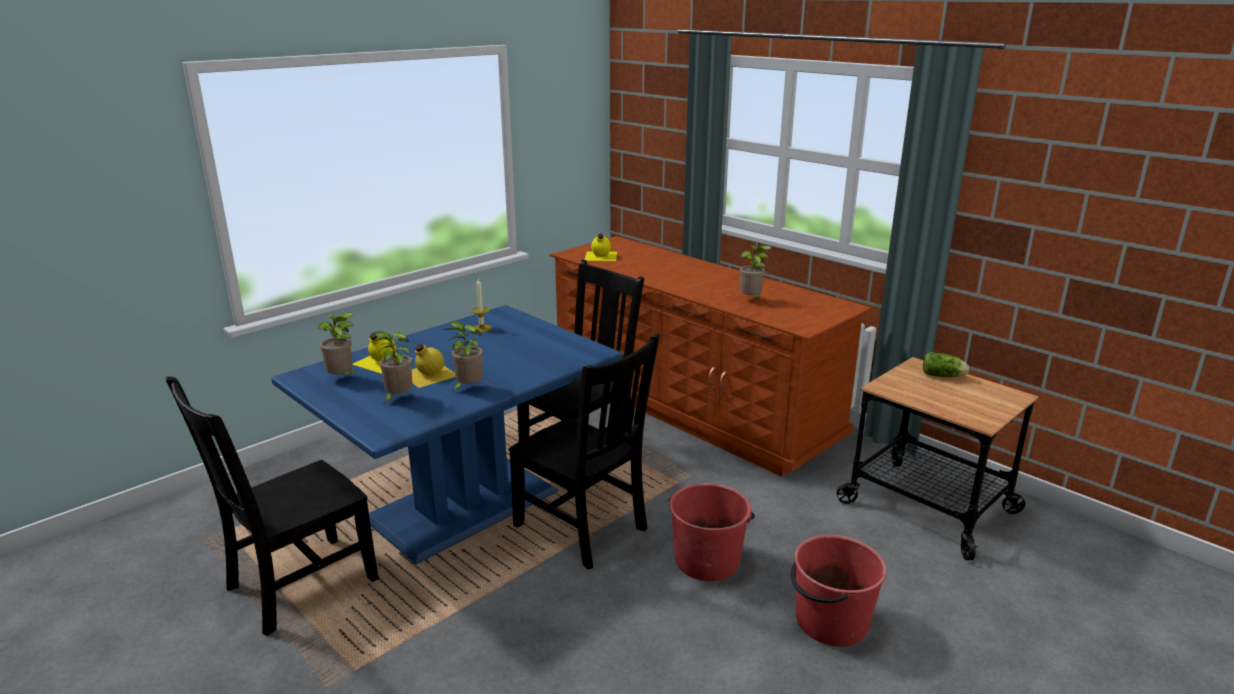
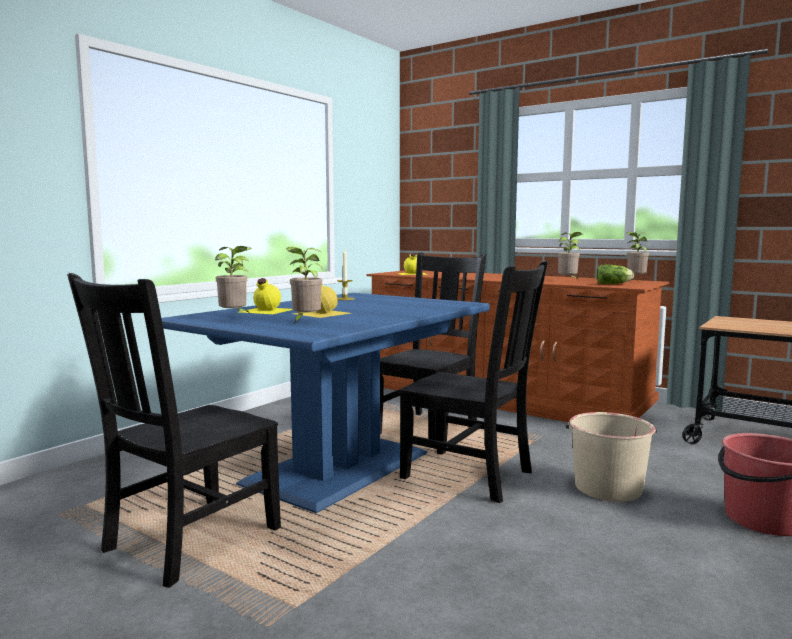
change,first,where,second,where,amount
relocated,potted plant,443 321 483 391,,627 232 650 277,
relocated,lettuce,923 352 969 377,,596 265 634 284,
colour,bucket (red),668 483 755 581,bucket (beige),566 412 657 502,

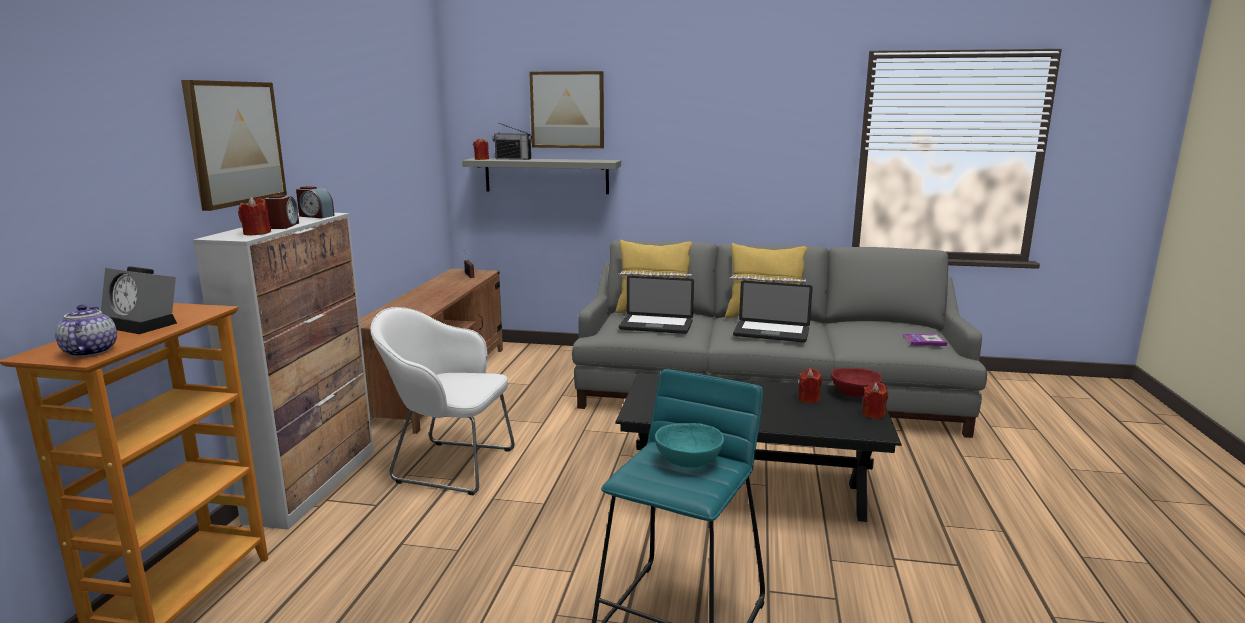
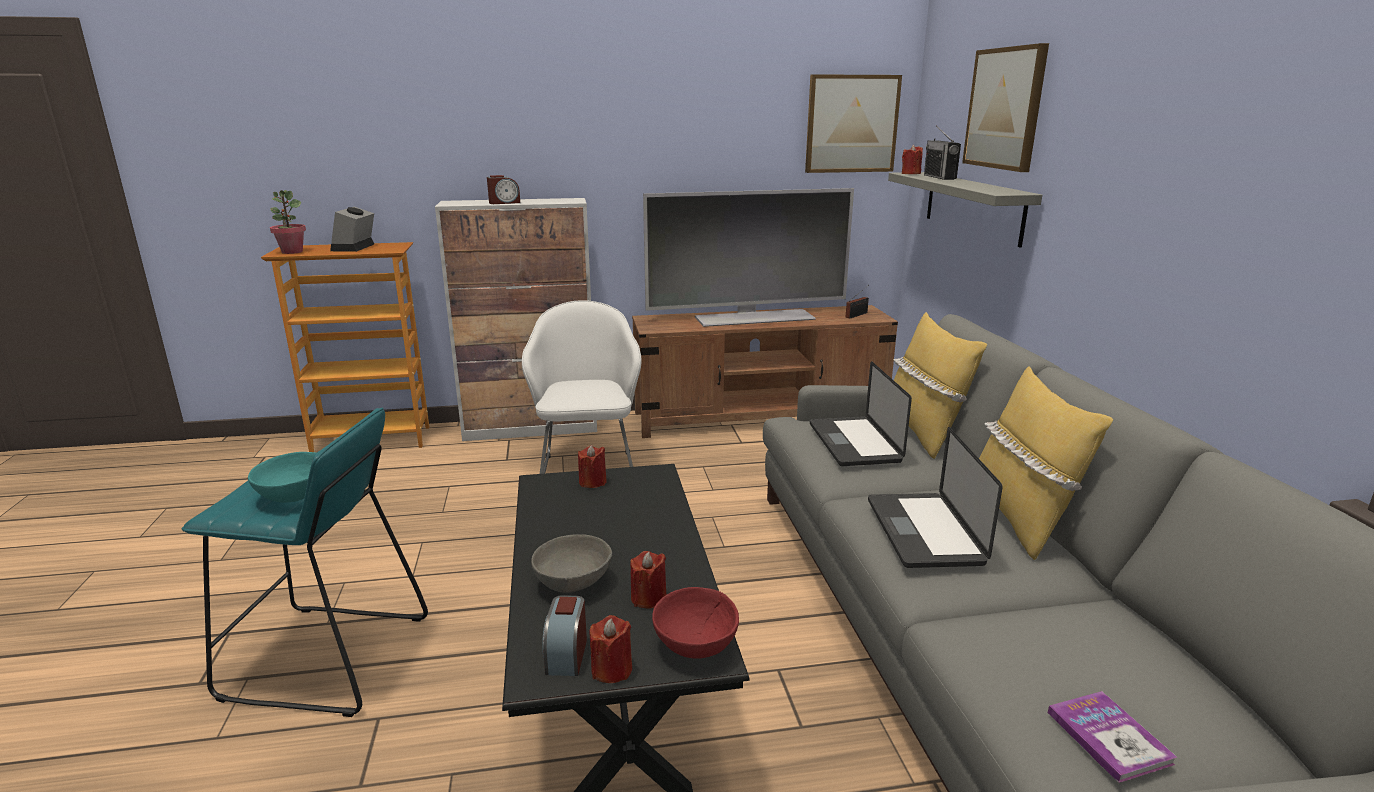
change,first,where,second,where,amount
relocated,picture,181 80 287 211,,805 74 902 173,
relocated,alarm clock,296 186 335 218,,542 595 587 676,
relocated,candle (red),238 197 271 235,,578 445 607 488,
exchanged,teapot,55 305 117 357,potted plant,270 190 306 254,
appeared,,,television,643 188 854 327,
appeared,,,bowl (grey),531 534 612 593,

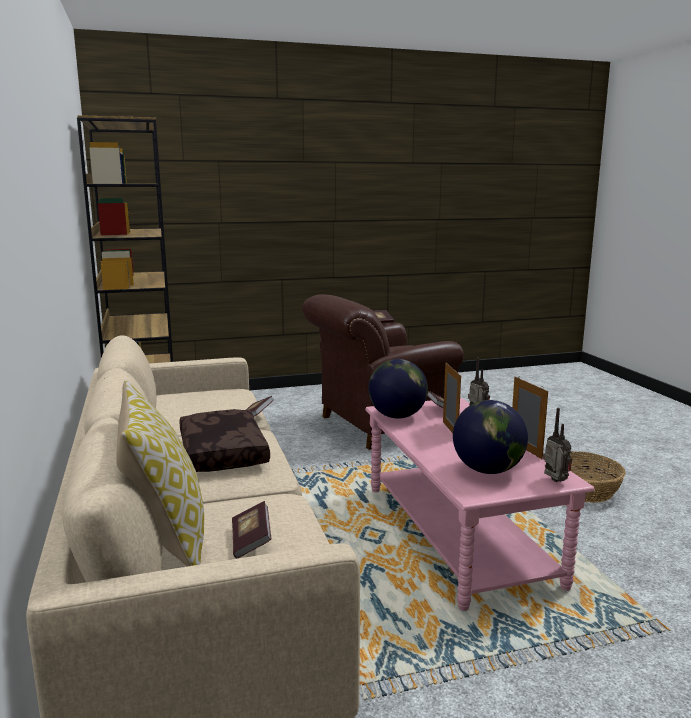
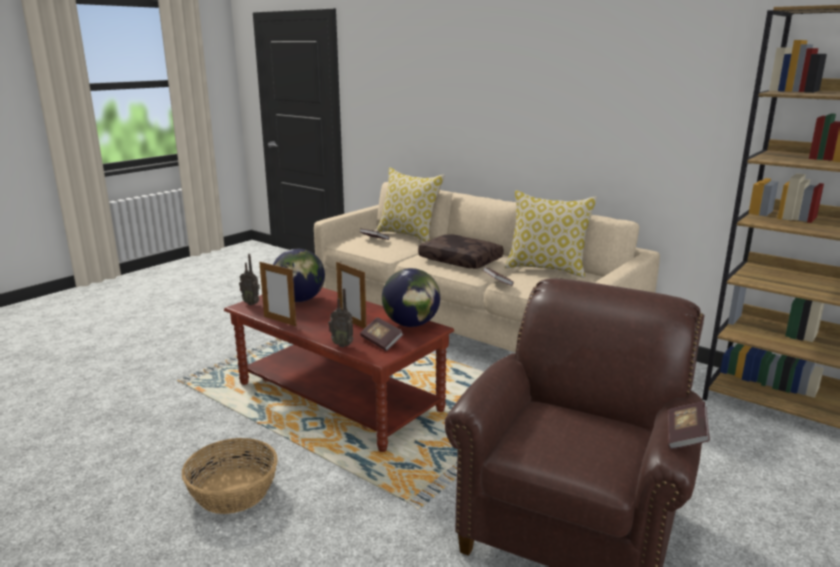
change,first,where,second,where,amount
colour,coffee table (pink),365 398 595 611,coffee table (brown),224 287 454 452,
appeared,,,pillow,505 190 597 278,

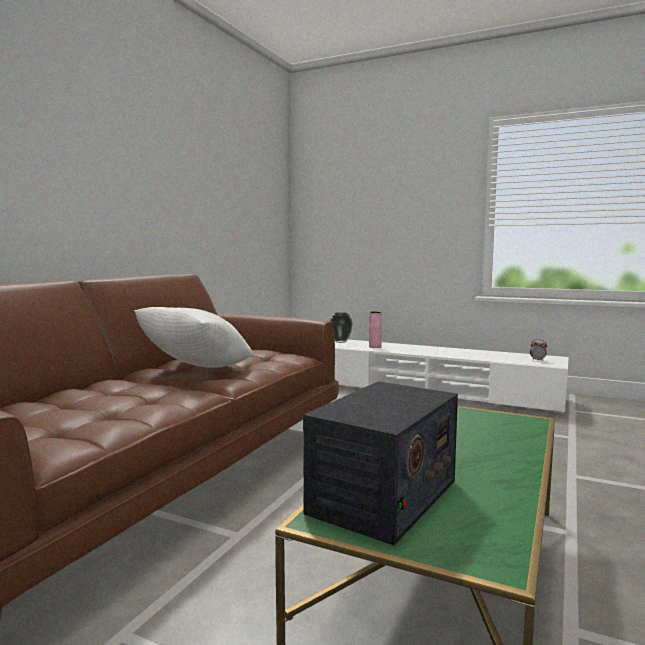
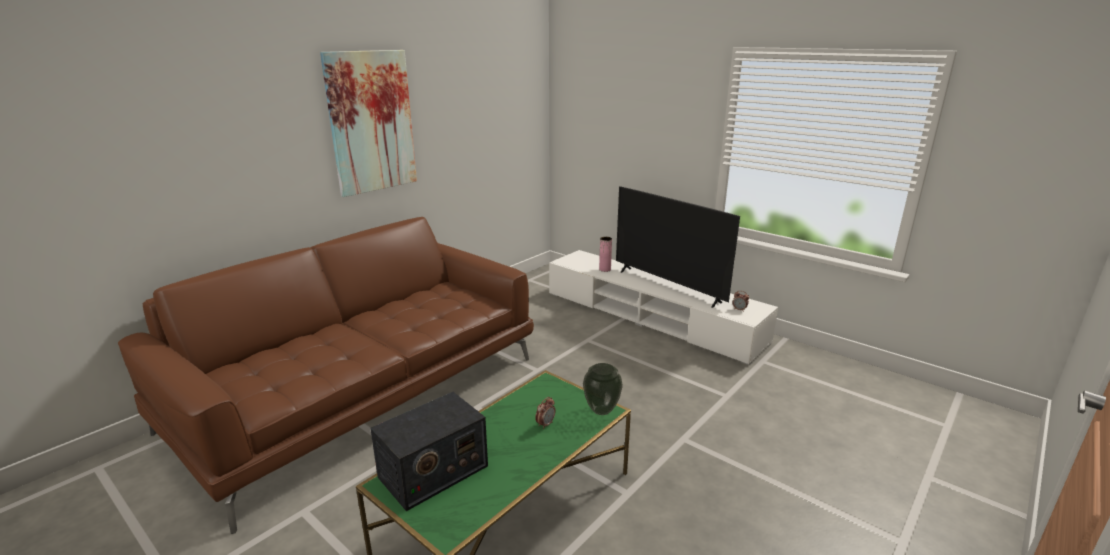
change,first,where,second,where,amount
missing,pillow (white),134 307 253 368,,,
relocated,vase,330 312 353 343,,583 363 623 415,
appeared,,,picture,320 50 417 197,
appeared,,,television,616 186 740 308,
appeared,,,alarm clock,535 397 556 429,

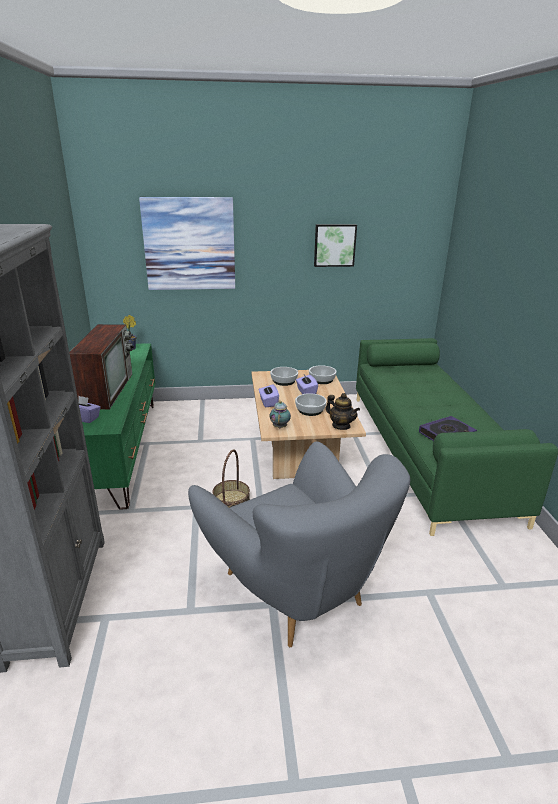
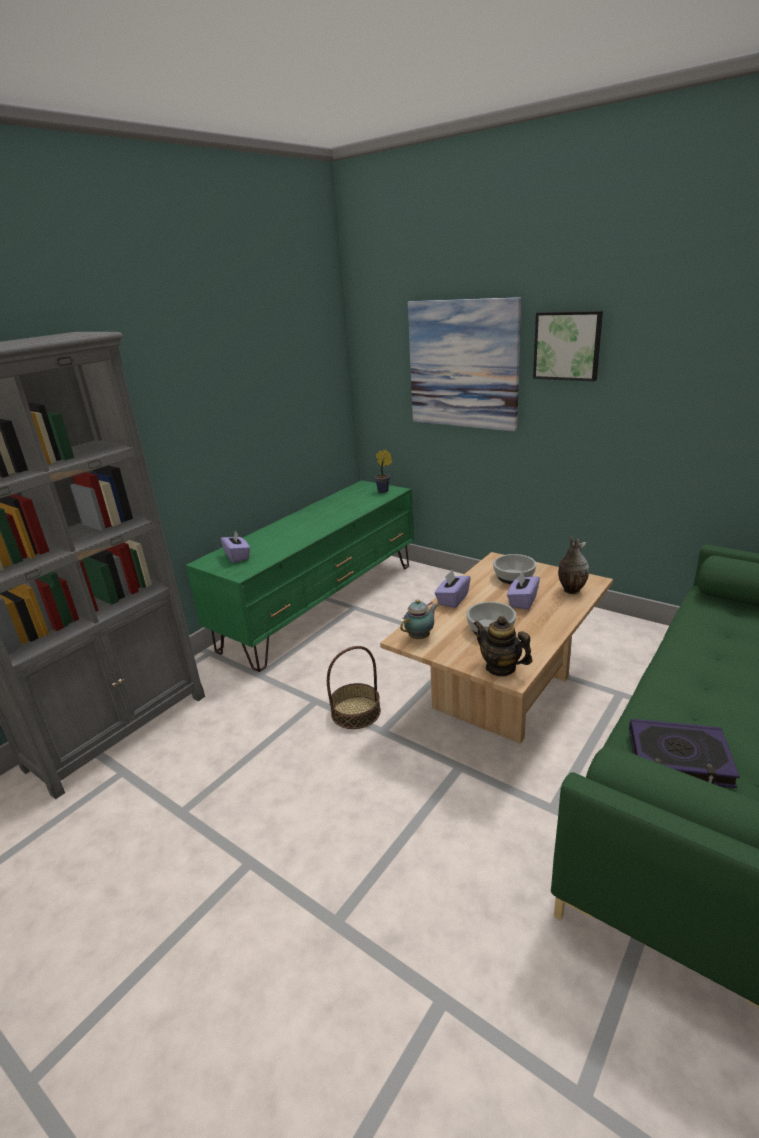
change,first,where,second,where,amount
relocated,picture,314 224 357 267,,533 311 603 381,
missing,television,69 324 134 410,,,
exchanged,bowl,309 365 337 384,vase,558 536 589 594,
spun,teapot,326 393 360 430,,474 616 533 677,135 degrees clockwise
missing,armchair (grey),188 442 410 647,,,

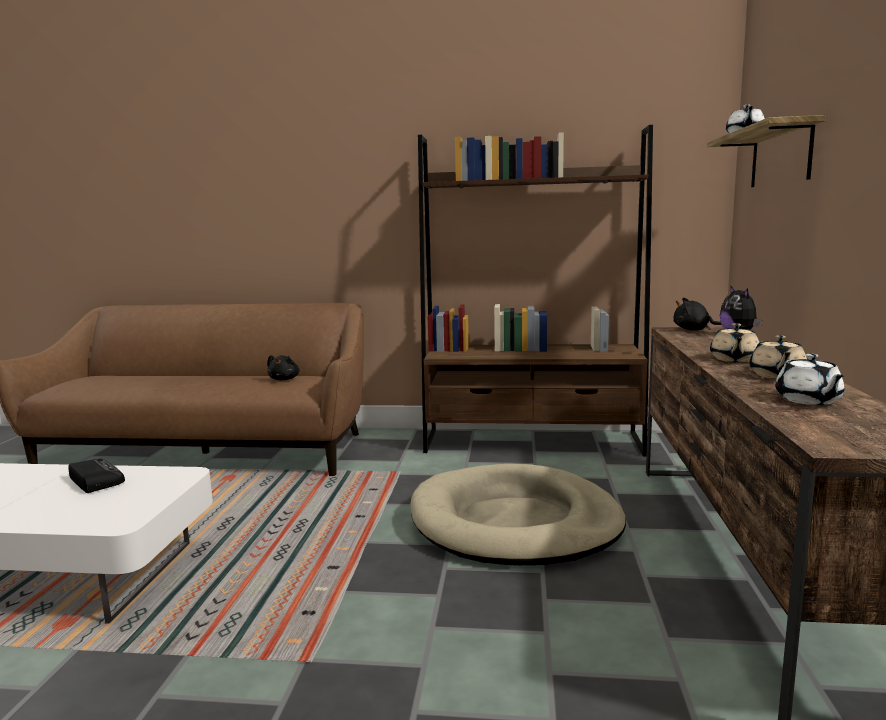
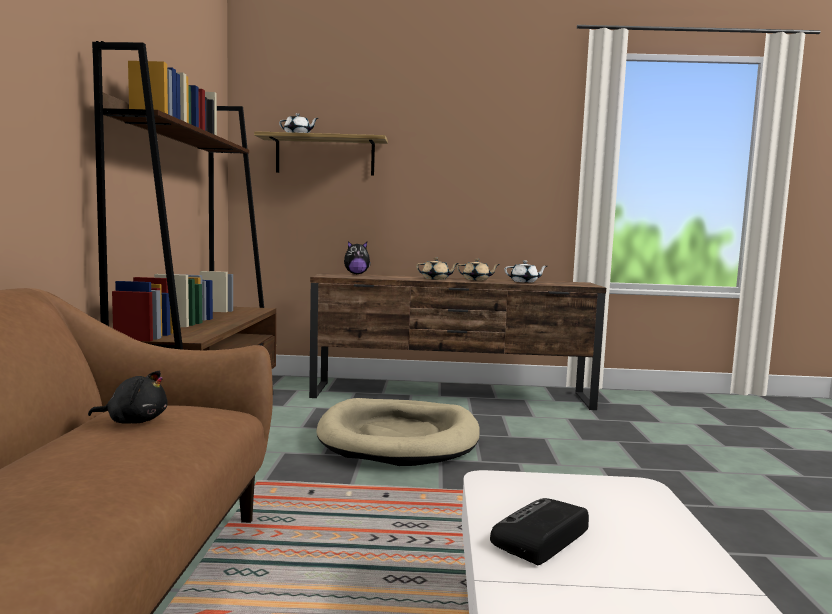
change,first,where,second,where,amount
missing,plush toy (black),673 297 722 331,,,

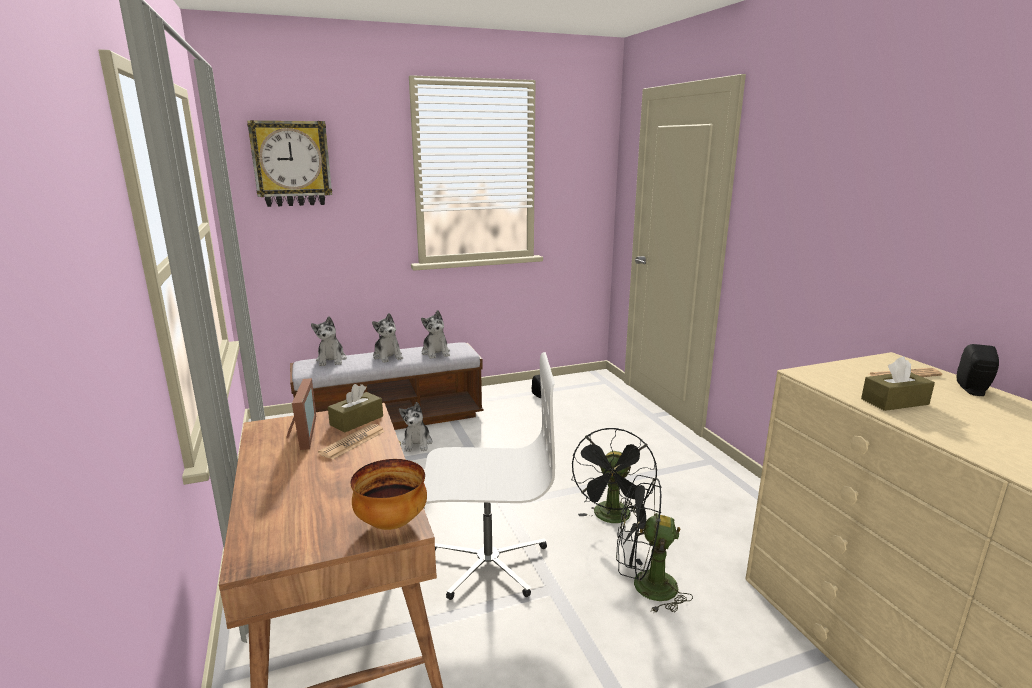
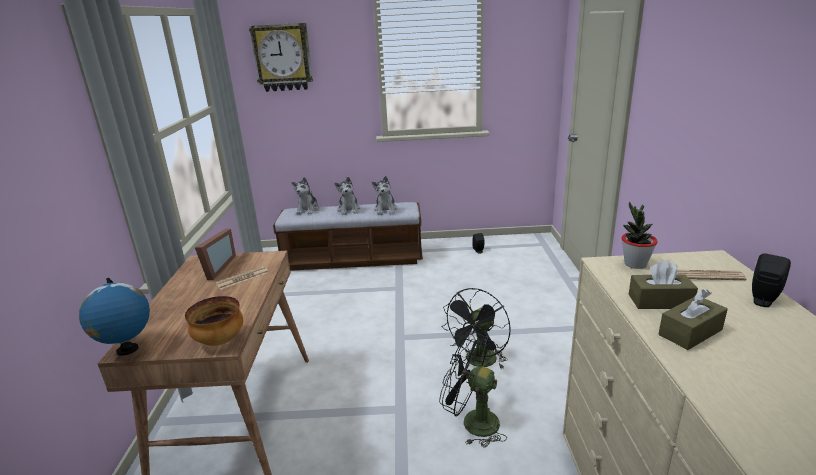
change,first,where,second,where,amount
missing,office chair (white),424 352 555 600,,,
relocated,tissue box (brown),328 384 383 433,,659 289 728 350,
missing,plush toy,399 402 432 452,,,
appeared,,,potted plant,622 202 658 269,
appeared,,,globe,79 278 150 356,

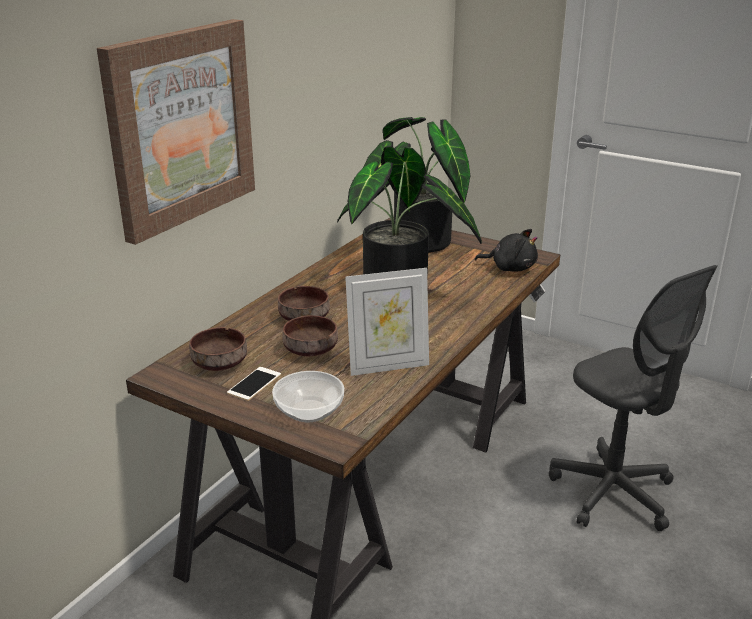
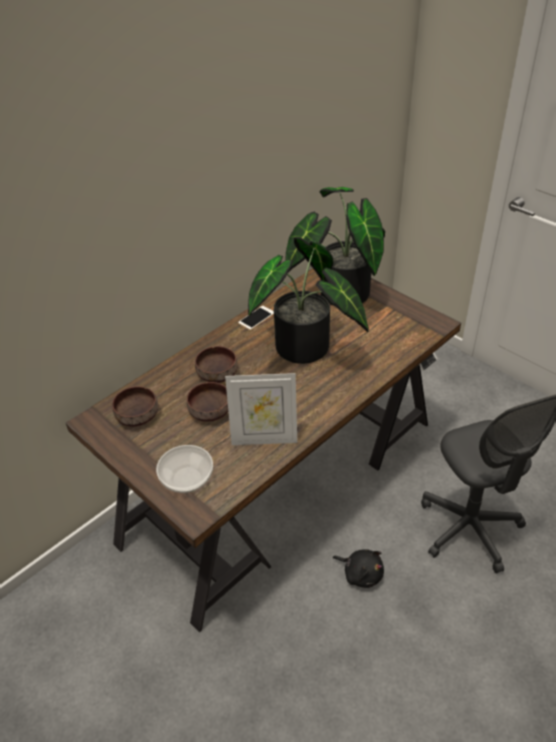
change,first,where,second,where,amount
missing,picture,97 19 255 245,,,
relocated,plush toy (black),475 229 538 271,,333 549 384 588,
relocated,phone,227 367 281 401,,238 306 274 330,

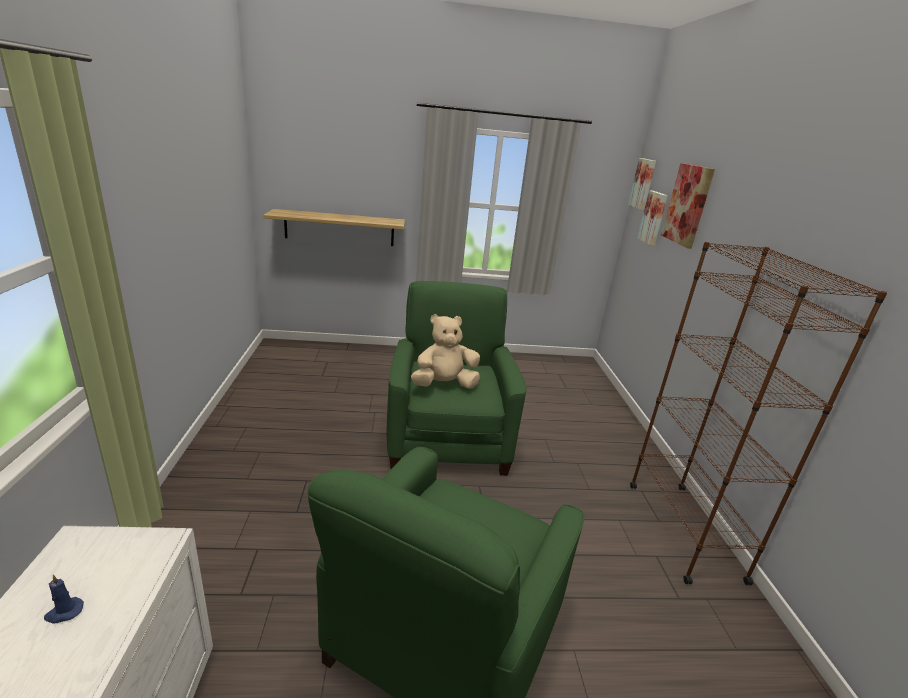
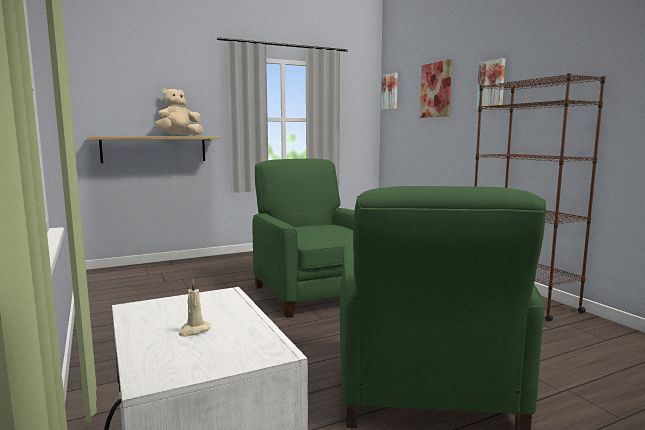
change,first,where,second,where,amount
relocated,picture,637 190 668 246,,476 58 505 109,
relocated,plush toy (beige),411 314 480 389,,156 88 203 136,
colour,candle (blue),44 575 84 624,candle (beige),179 280 211 337,

